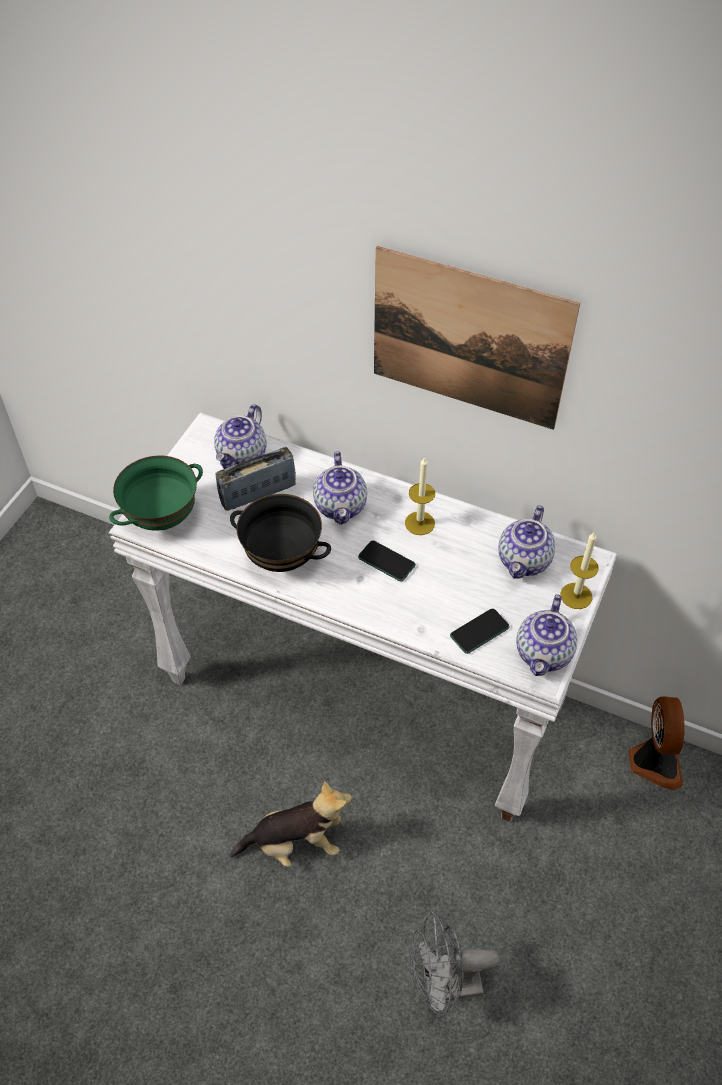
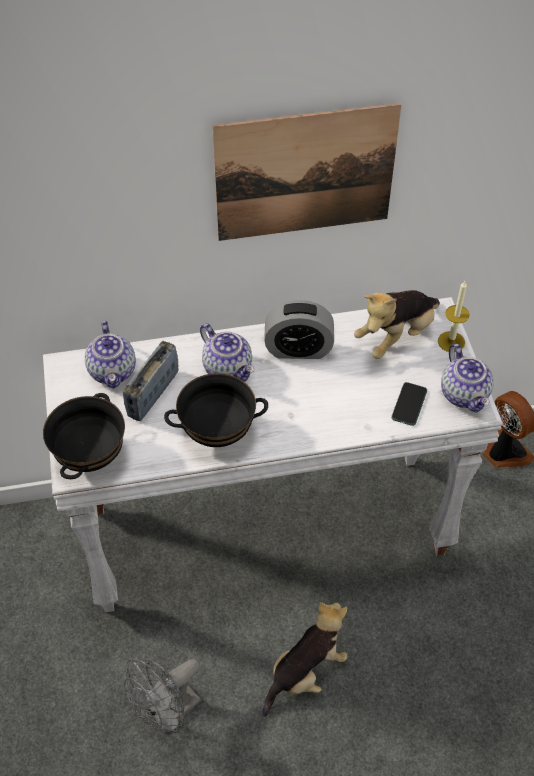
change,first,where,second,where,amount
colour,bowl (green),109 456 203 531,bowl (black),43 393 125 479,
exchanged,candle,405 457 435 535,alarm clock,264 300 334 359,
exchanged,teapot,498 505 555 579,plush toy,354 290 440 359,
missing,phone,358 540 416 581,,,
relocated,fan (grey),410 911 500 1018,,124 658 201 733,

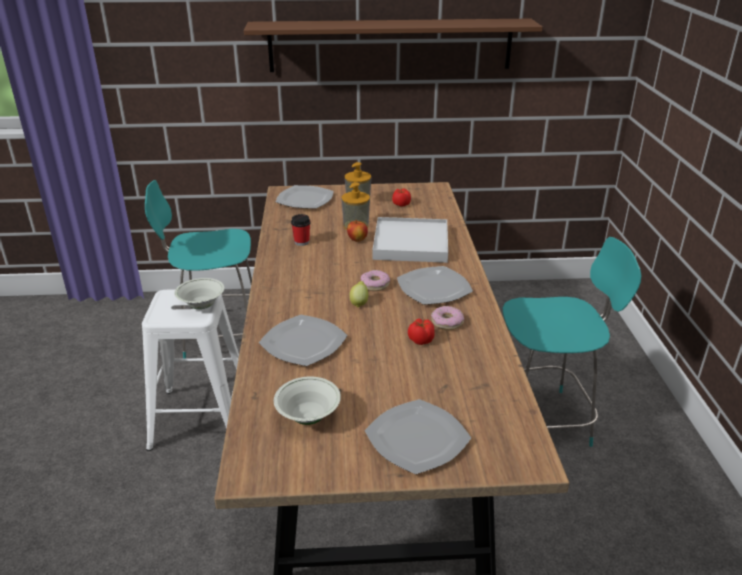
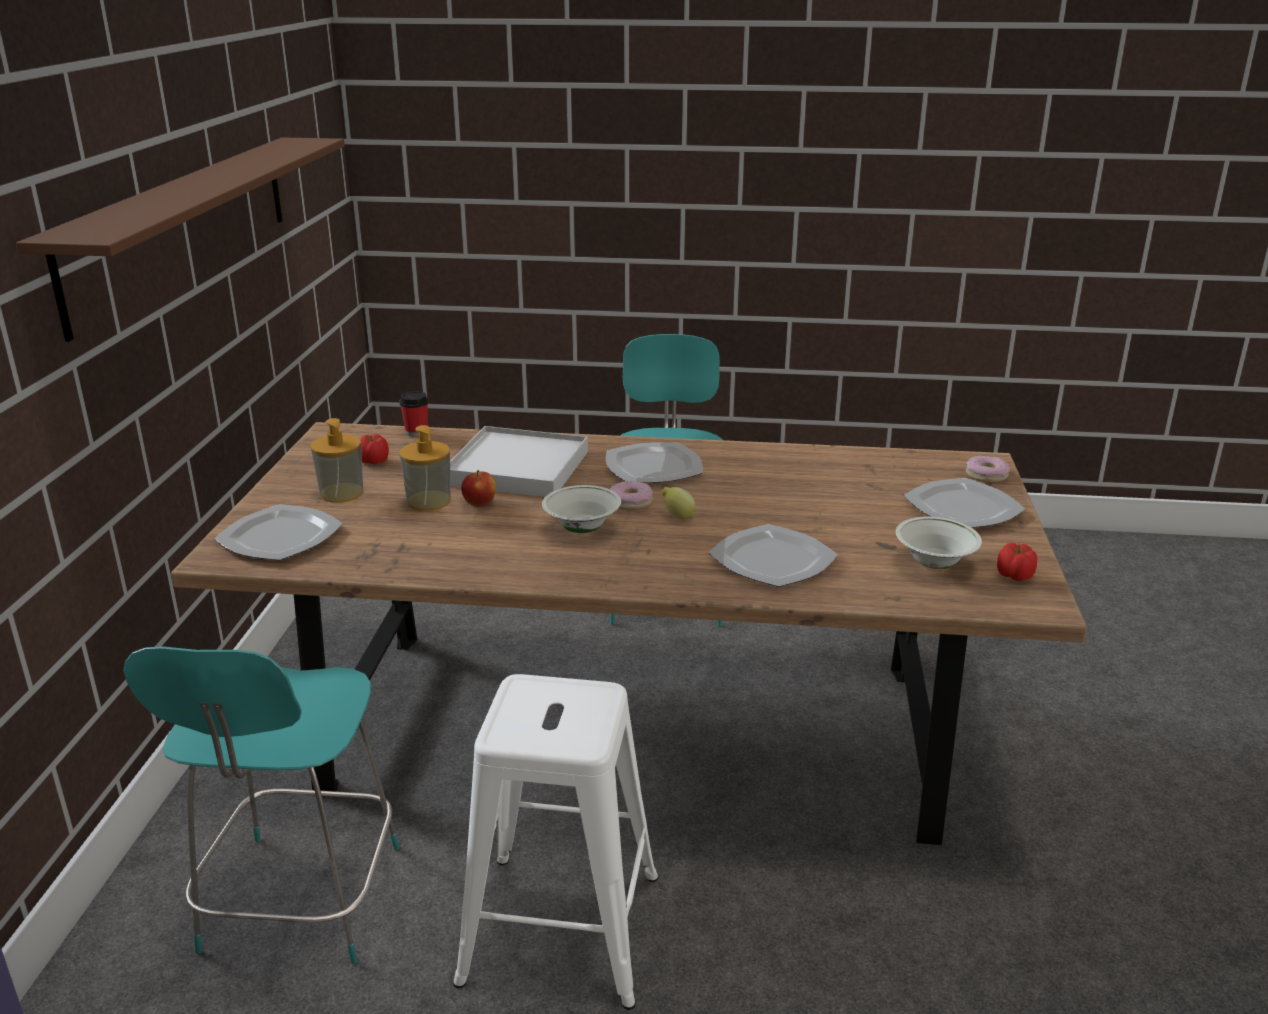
change,first,where,second,where,amount
relocated,cup,291 214 311 246,,399 391 428 437,
relocated,bowl (white),174 278 225 309,,542 485 621 533,
relocated,donut,431 306 464 330,,966 456 1010 483,
relocated,tomato,408 318 435 345,,997 543 1037 581,

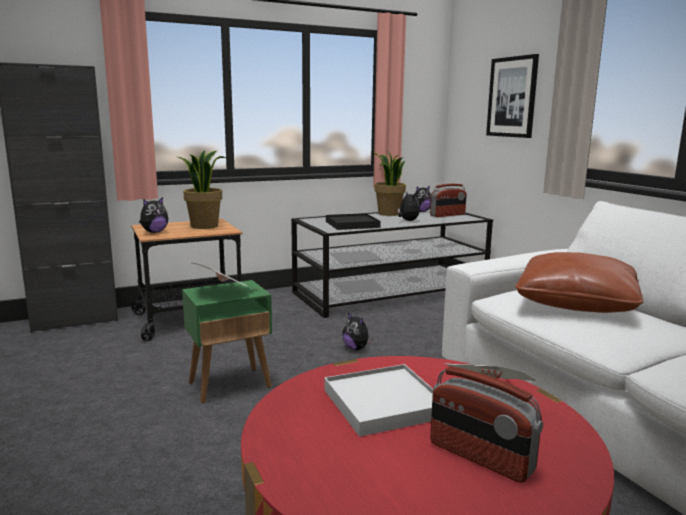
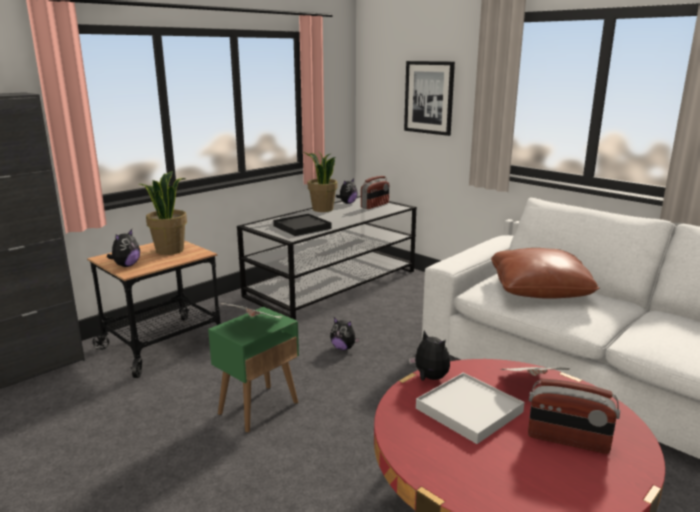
change,first,where,second,where,amount
relocated,plush toy,398 192 420 221,,409 330 450 380,

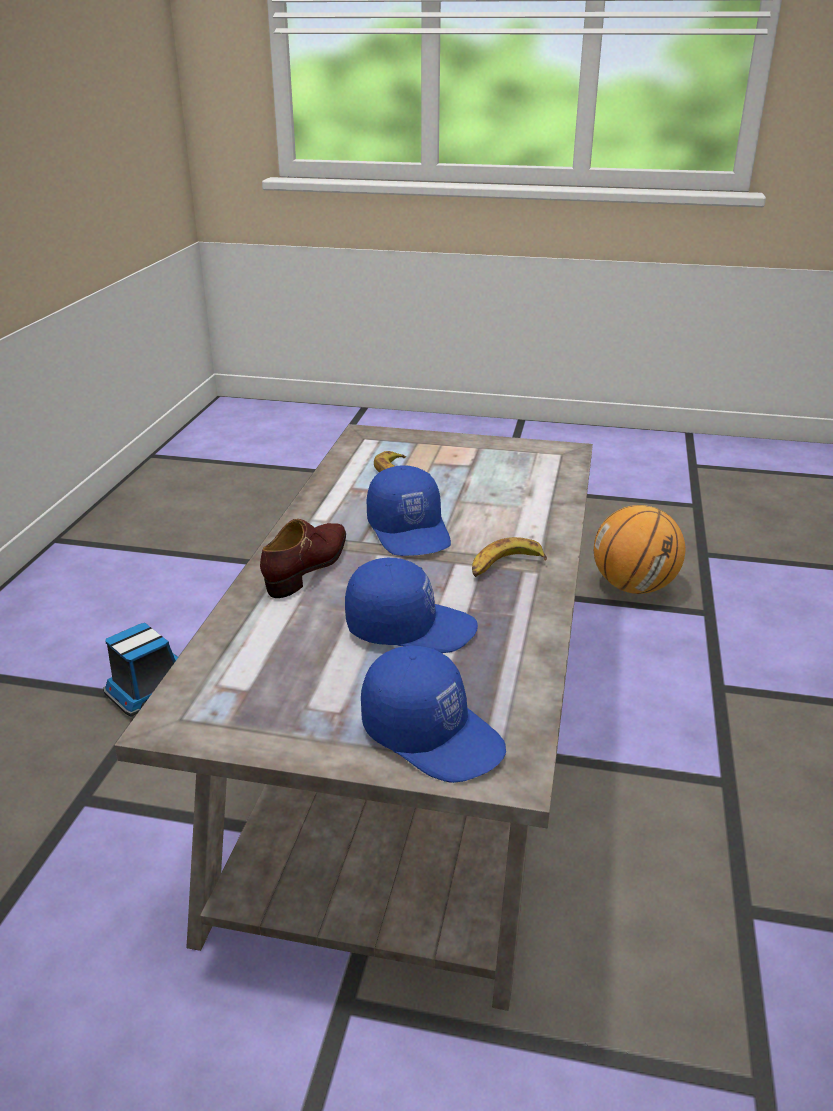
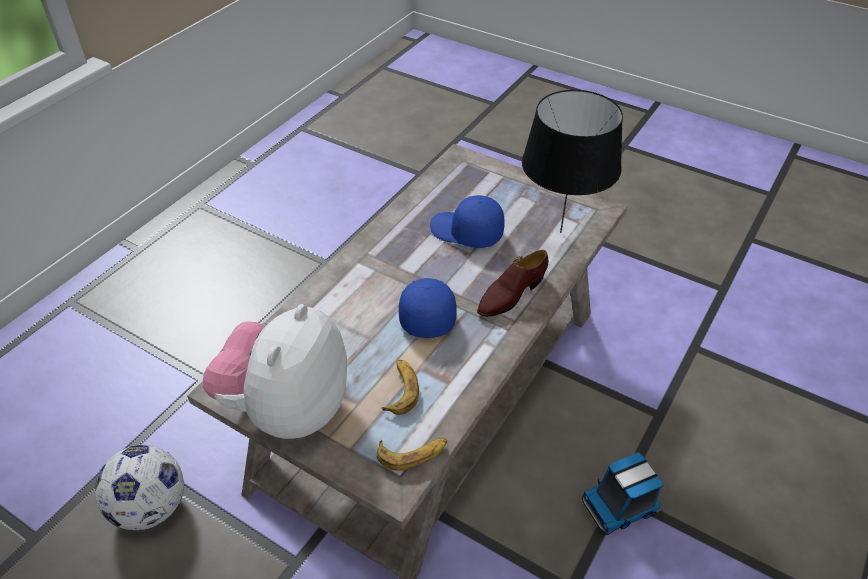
change,first,where,second,where,amount
exchanged,basketball,594 505 686 594,football,95 445 184 530,
relocated,banana,472 537 547 577,,376 438 447 471,
missing,cap (blue),361 646 506 783,,,
appeared,,,table lamp (black),522 90 623 233,
appeared,,,plush toy,203 304 347 439,

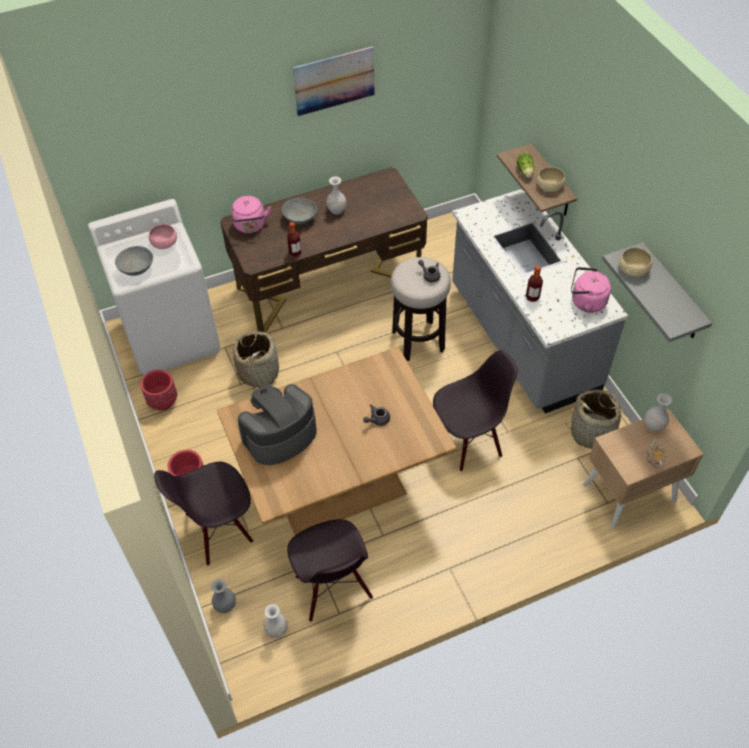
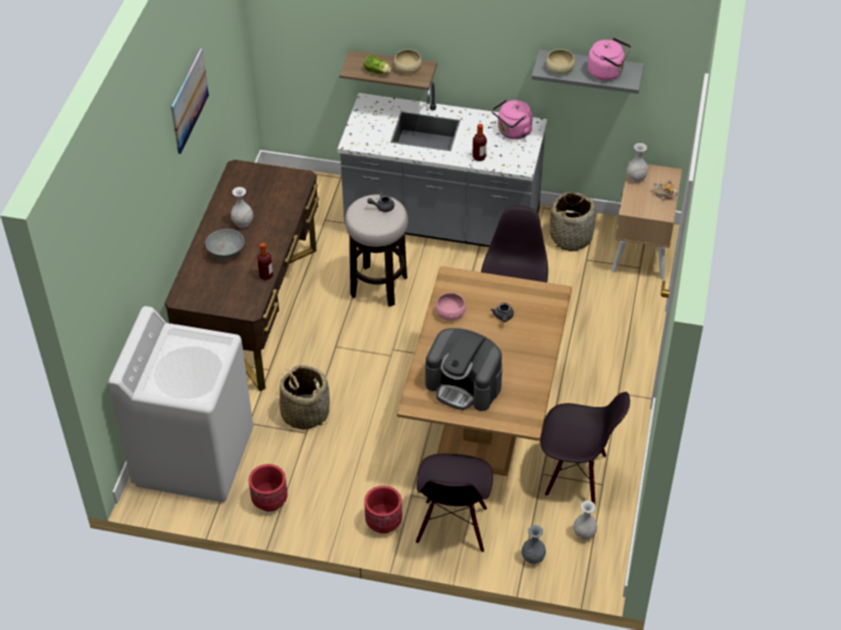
change,first,where,second,where,amount
relocated,kettle (pink),231 196 271 233,,588 38 631 81,
relocated,bowl (pink),149 224 177 249,,435 293 466 321,
missing,bowl (grey),115 246 153 276,,,
spun,coffee machine,238 384 317 465,,425 328 502 411,60 degrees counterclockwise

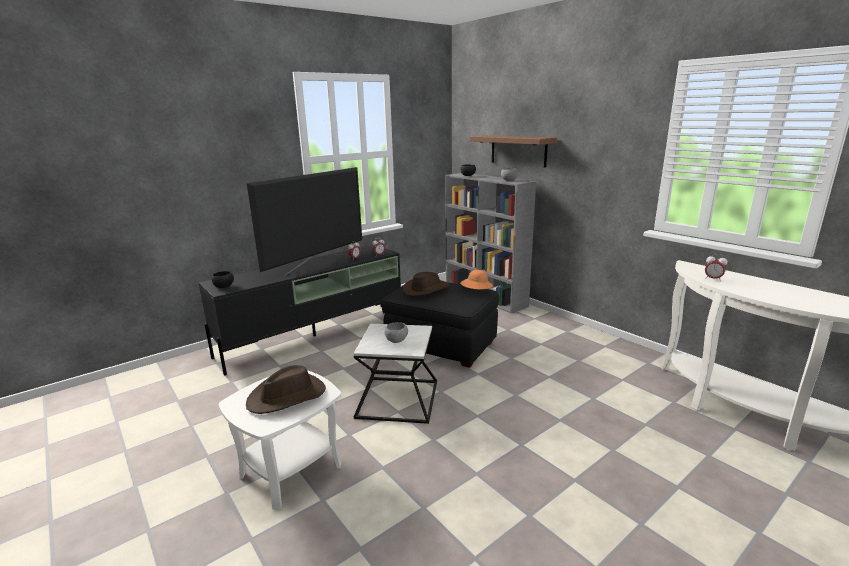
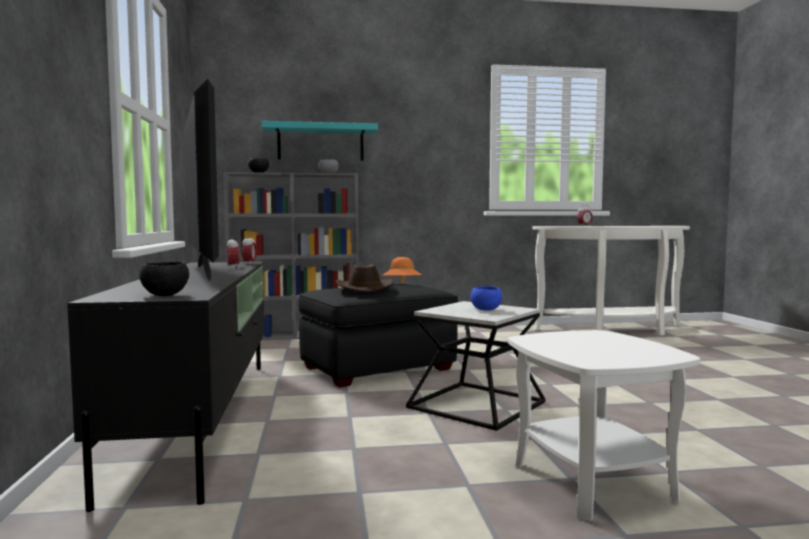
change,first,where,second,where,amount
colour,shelf (brown),470 135 557 168,shelf (turquoise),261 121 378 161,
colour,bowl (grey),385 322 408 343,bowl (blue),470 286 502 311,
missing,hat (brown),246 365 326 414,,,

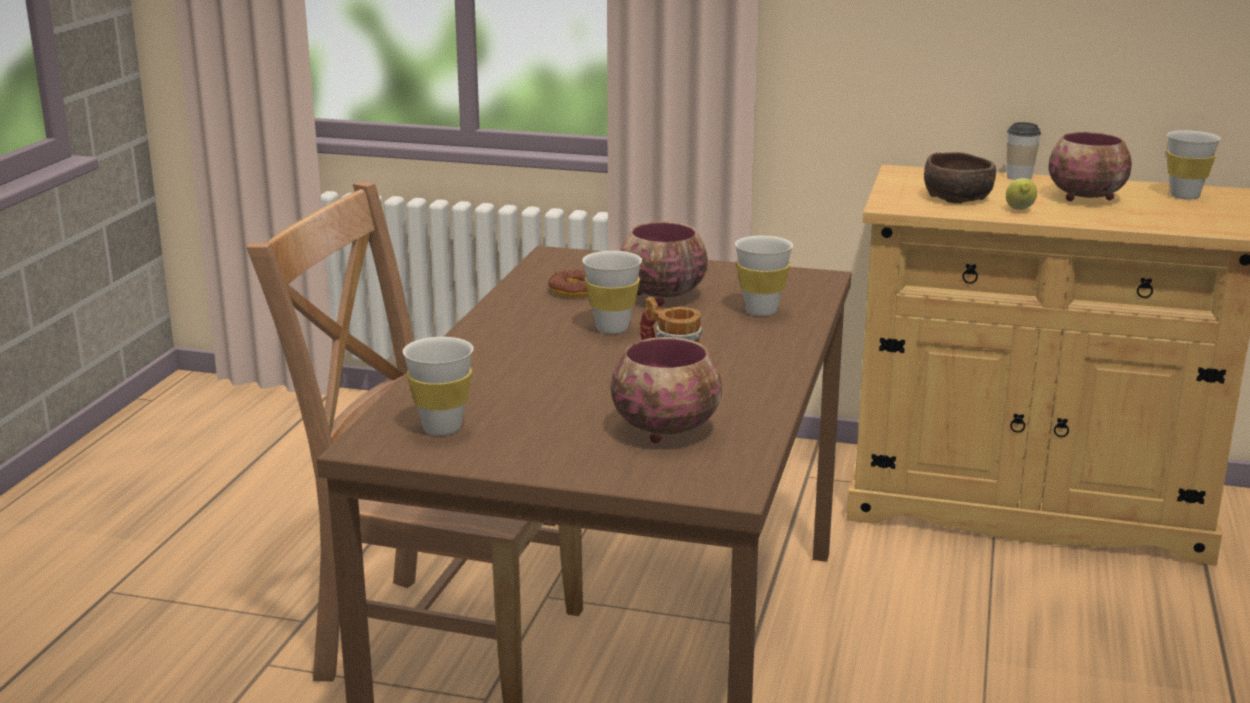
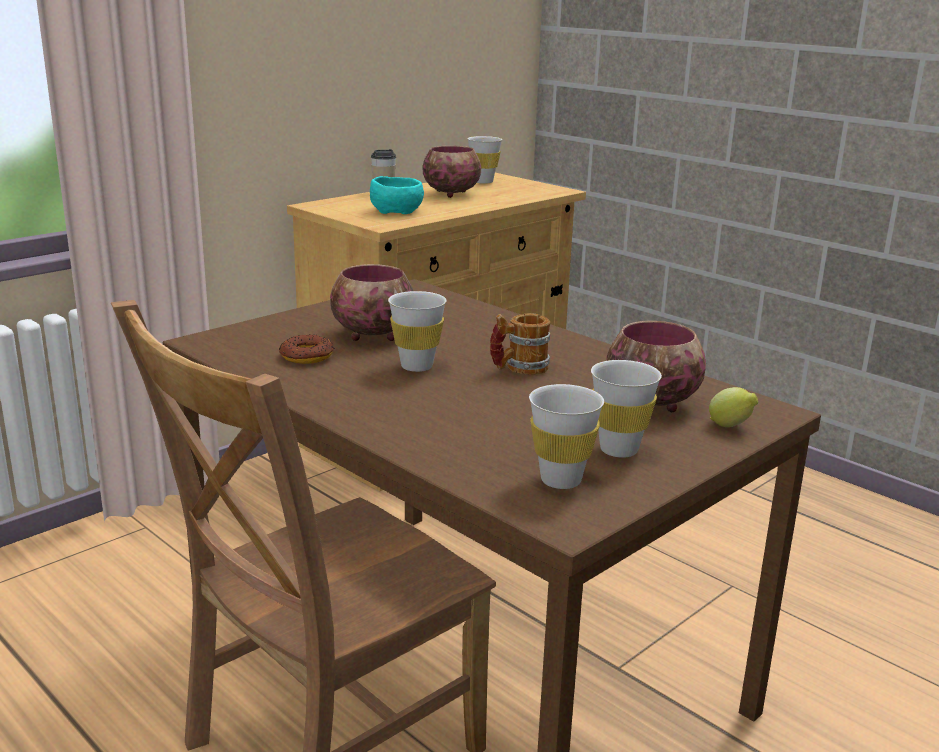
change,first,where,second,where,amount
colour,bowl (brown),924 152 996 203,bowl (turquoise),370 176 424 214,
relocated,lemon,1006 178 1037 210,,709 387 758 427,
relocated,cup (white),735 236 793 316,,591 360 662 458,

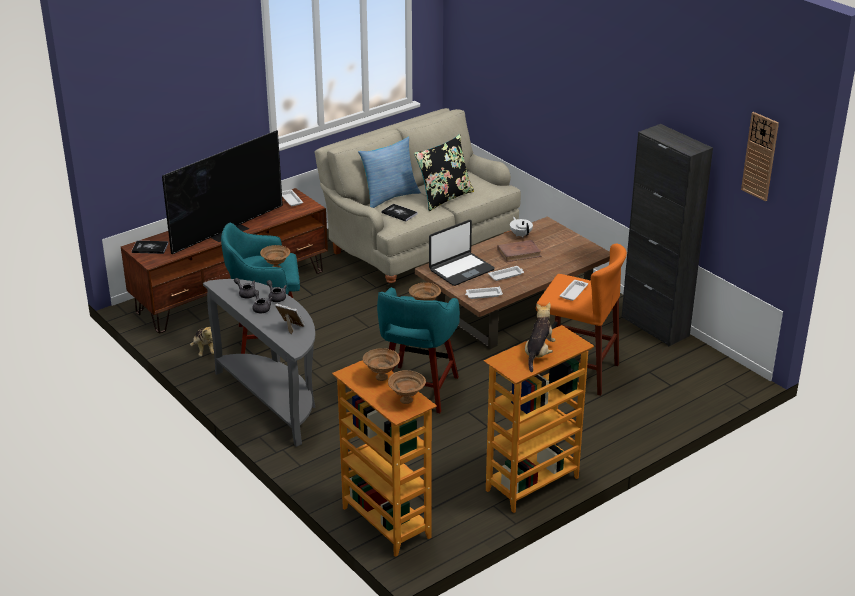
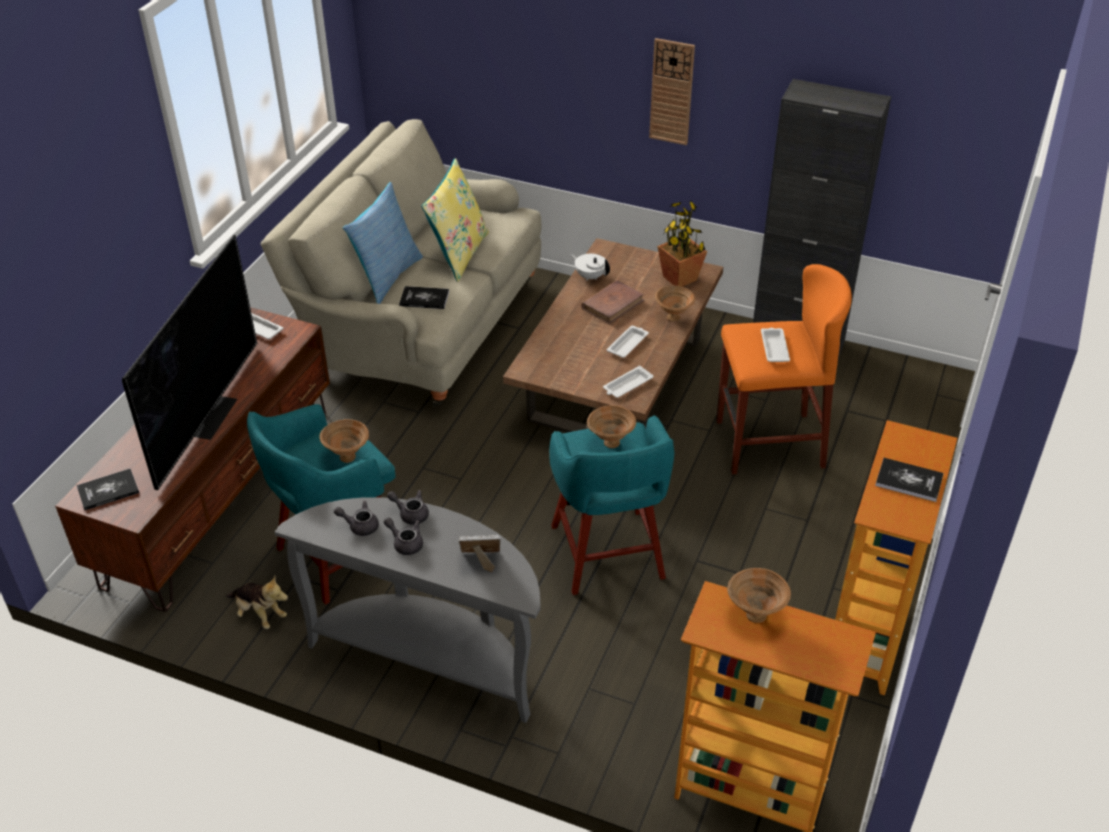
change,first,where,second,where,amount
relocated,wall clock,741 112 779 201,,649 38 695 145,
colour,pillow (black),414 134 474 211,pillow (yellow),422 158 489 282,
missing,laptop,429 220 495 286,,,
exchanged,plush toy,525 303 555 372,book,875 458 944 502,
relocated,bowl (brown),388 370 426 404,,655 286 695 322,
appeared,,,potted plant,657 201 707 287,

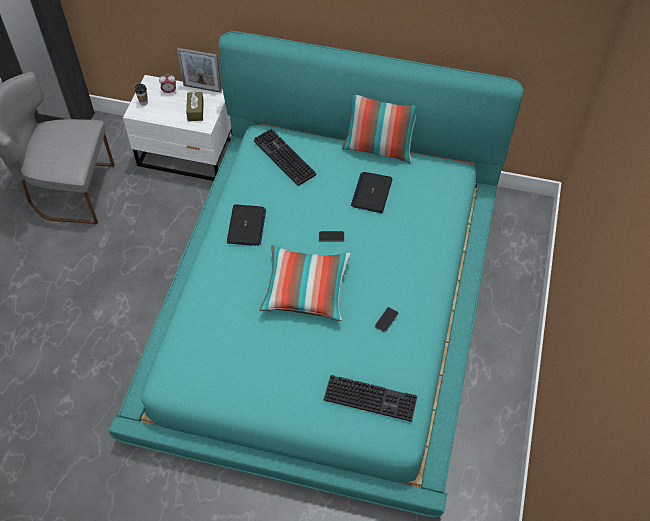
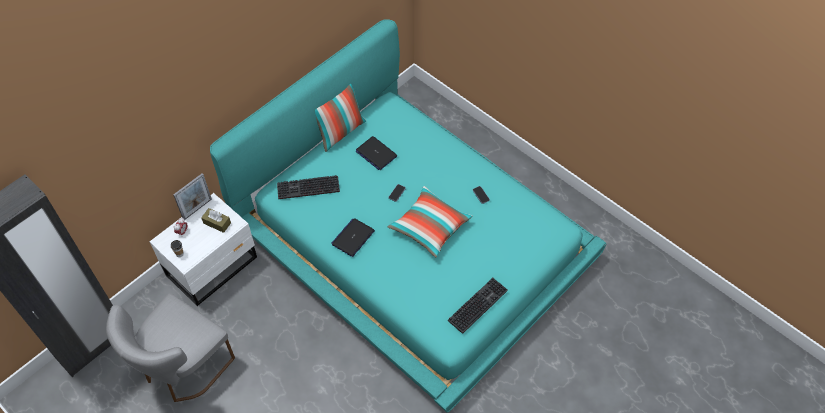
change,first,where,second,where,amount
spun,laptop,227 204 266 246,,331 218 375 257,90 degrees counterclockwise
relocated,keyboard,324 375 417 422,,448 278 508 334,

